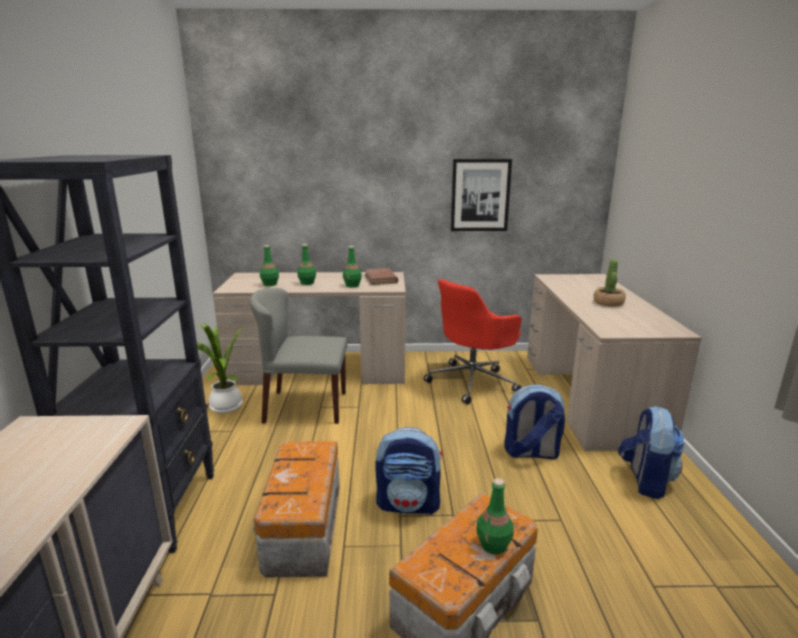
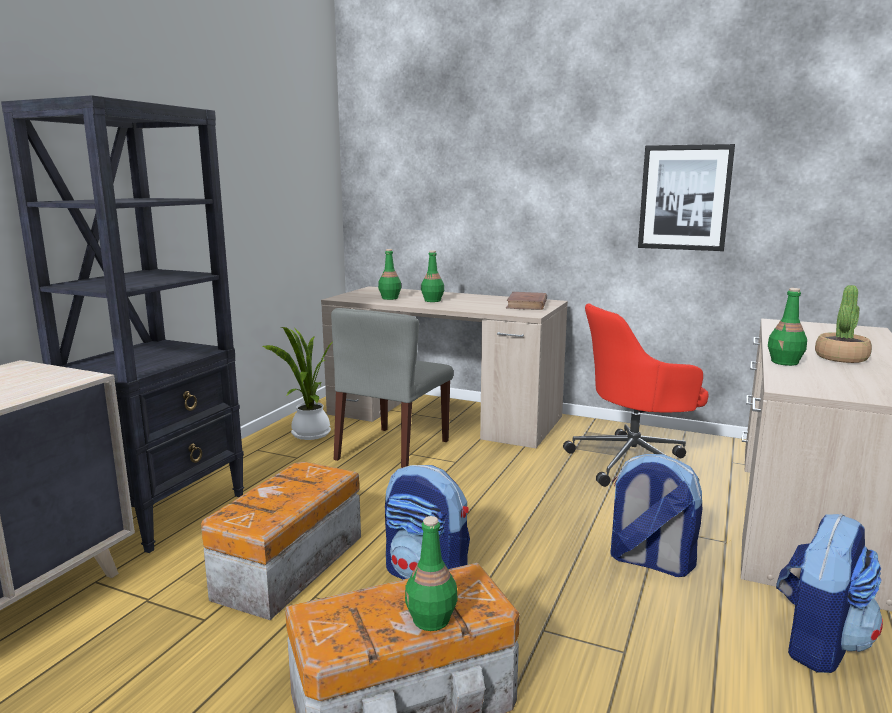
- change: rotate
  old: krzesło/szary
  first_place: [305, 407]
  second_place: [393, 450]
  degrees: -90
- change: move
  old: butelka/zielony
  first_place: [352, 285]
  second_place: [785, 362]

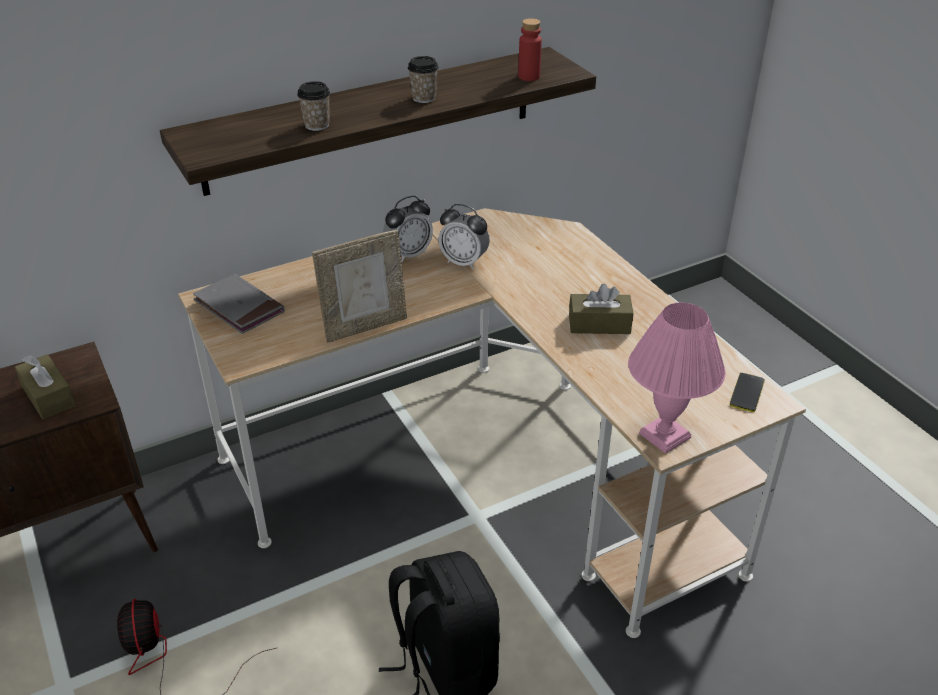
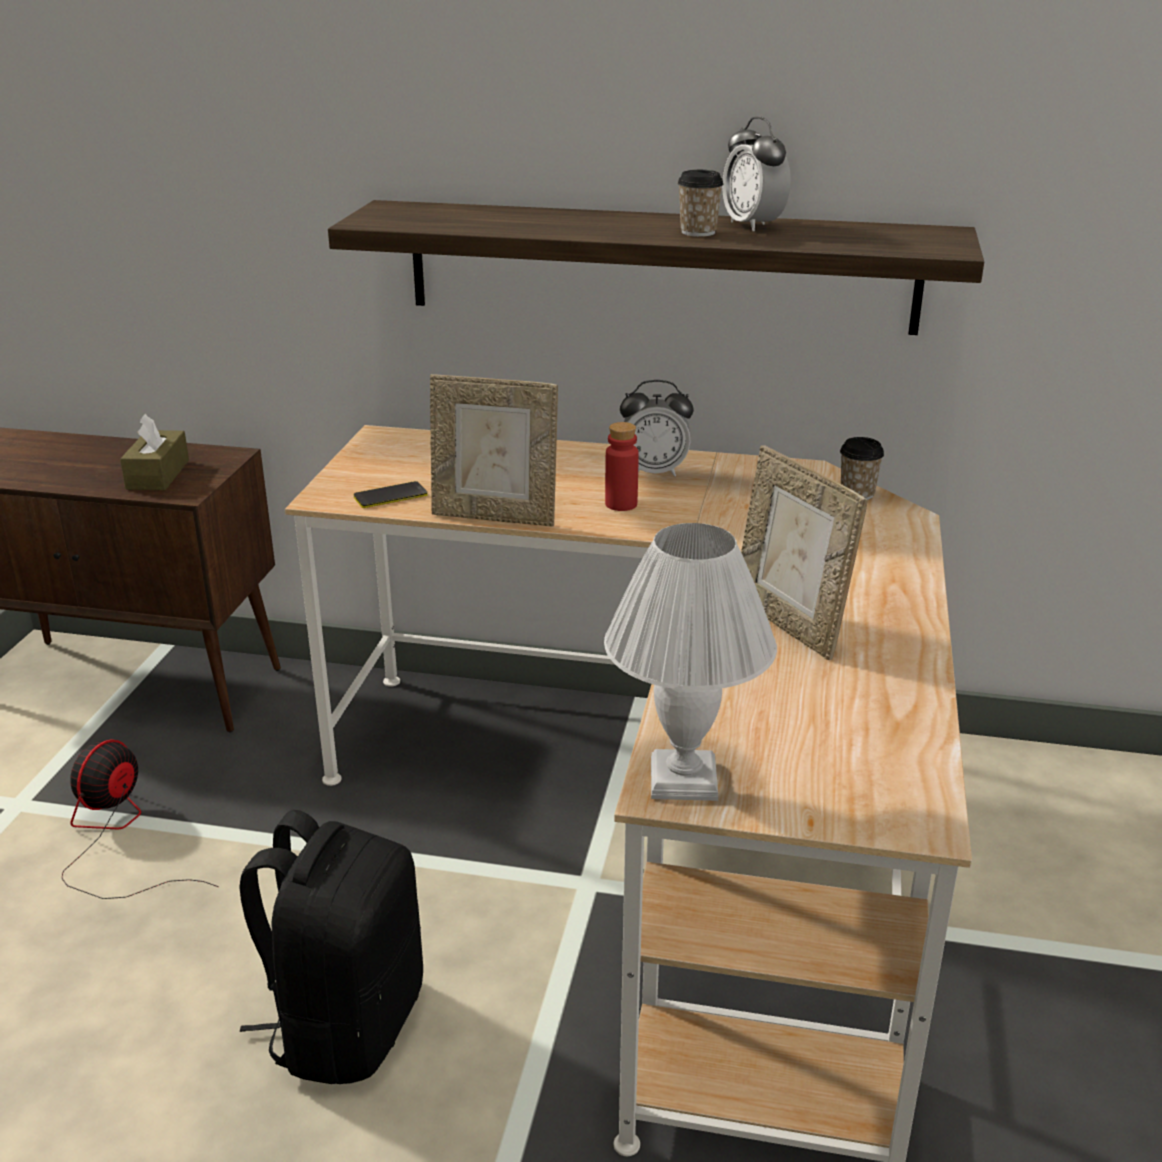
- change: delete
  old: książka/szary
  first_place: [239, 307]
- change: move
  old: filiżanka
  first_place: [317, 125]
  second_place: [857, 494]
- change: move
  old: budzik
  first_place: [464, 262]
  second_place: [753, 225]
- change: move
  old: butelka/czerwony
  first_place: [529, 76]
  second_place: [621, 504]
- change: replace
  old: pudełko chusteczek/brązowy
  new: ramka na zdjęcie
  first_place: [599, 324]
  second_place: [789, 624]
- change: recolor
  old: lampa stołowa/różowy
  new: lampa stołowa/biały
  first_place: [664, 436]
  second_place: [681, 780]
- change: move
  old: telefon
  first_place: [747, 393]
  second_place: [390, 496]

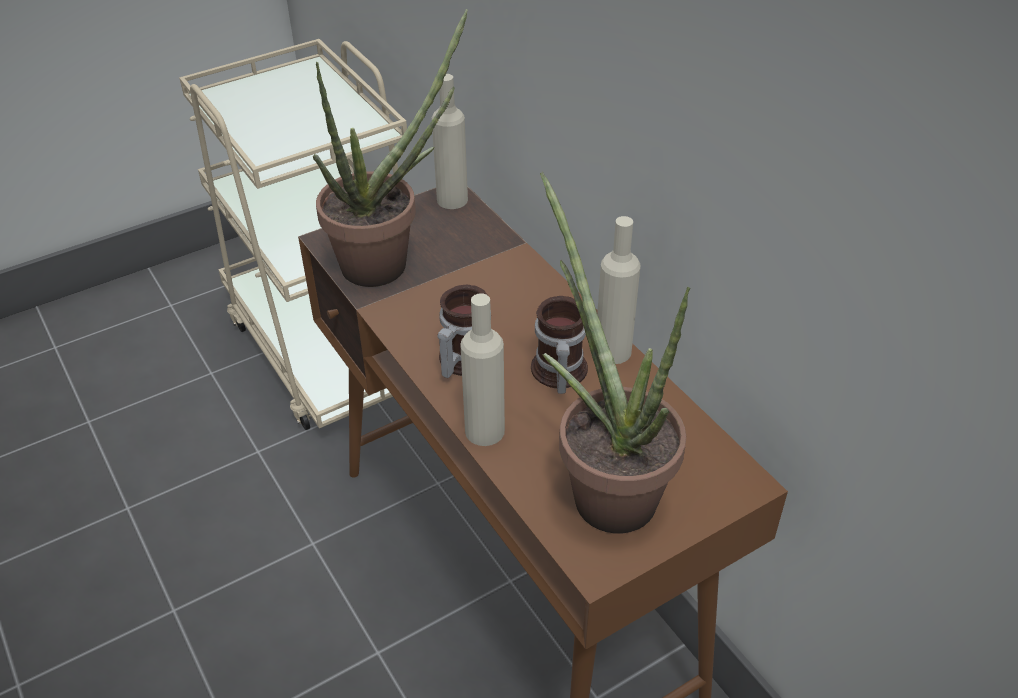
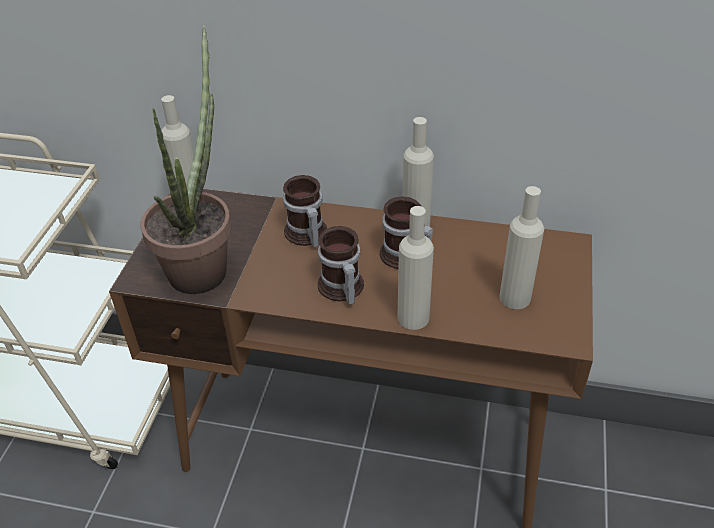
- change: replace
  old: roślina doniczkowa
  new: butelka/beżowy
  first_place: [604, 487]
  second_place: [515, 298]
- change: insert
  new: kubek
  second_place: [305, 235]

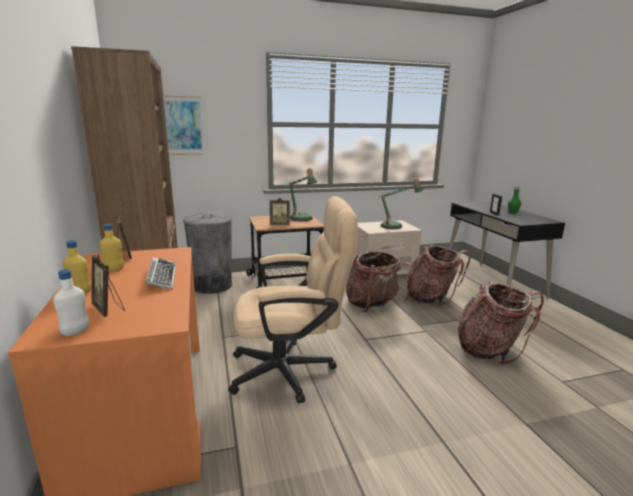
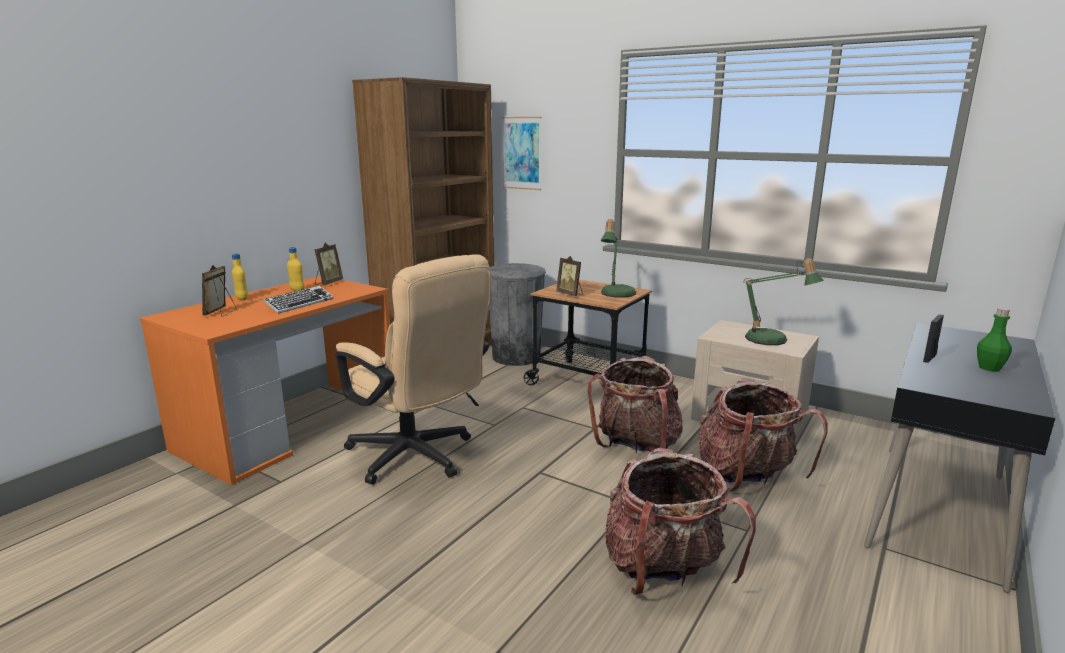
- change: delete
  old: butelka/biały
  first_place: [76, 332]

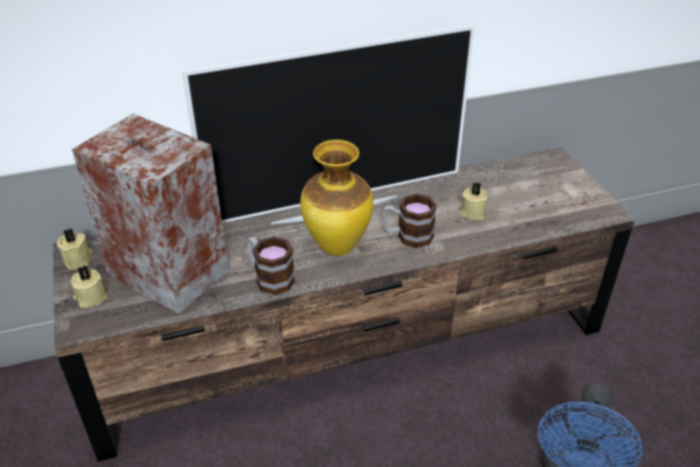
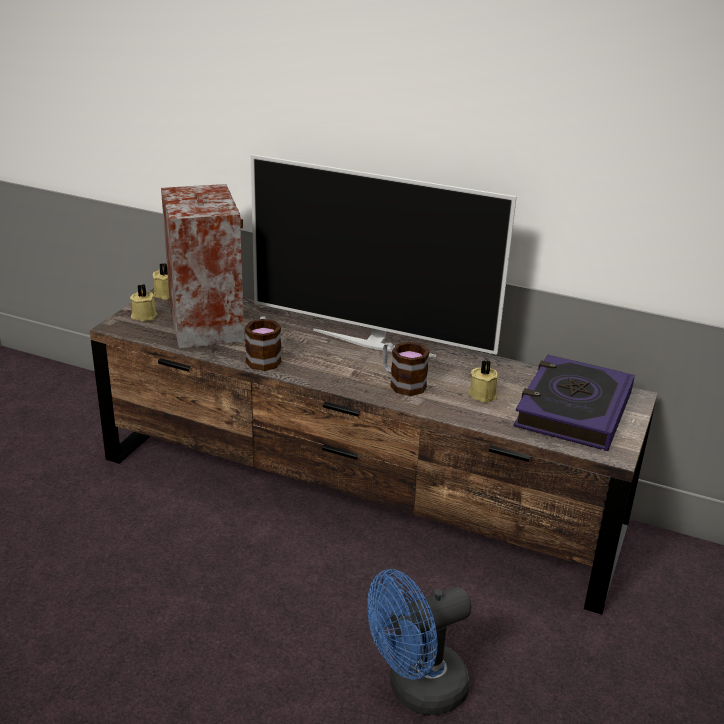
- change: delete
  old: wazon
  first_place: [336, 247]
- change: insert
  new: książka
  second_place: [573, 410]

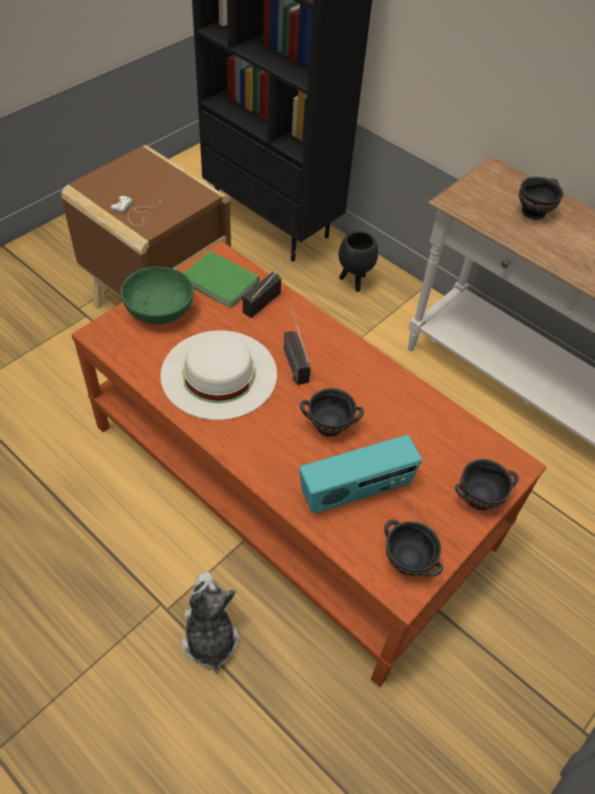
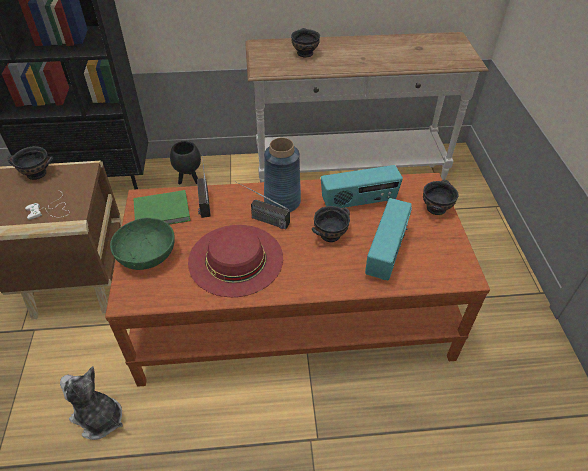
- change: recolor
  old: kapelusz/biały
  new: kapelusz/czerwony
  first_place: [219, 374]
  second_place: [235, 259]
- change: move
  old: pluszak
  first_place: [209, 637]
  second_place: [98, 418]
- change: move
  old: miska/czarny
  first_place: [407, 560]
  second_place: [36, 173]
- change: insert
  new: wazon/niebieski
  second_place: [282, 201]
- change: insert
  new: radio
  second_place: [358, 202]

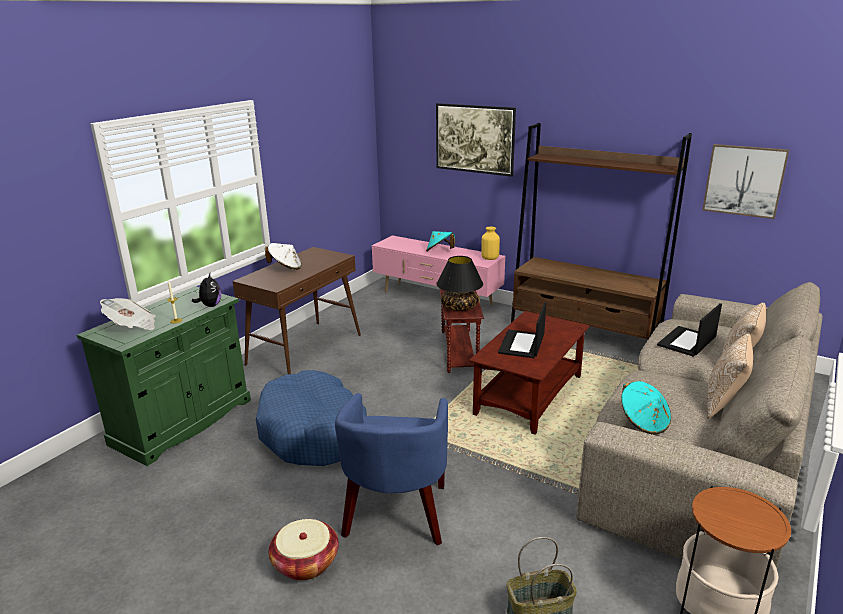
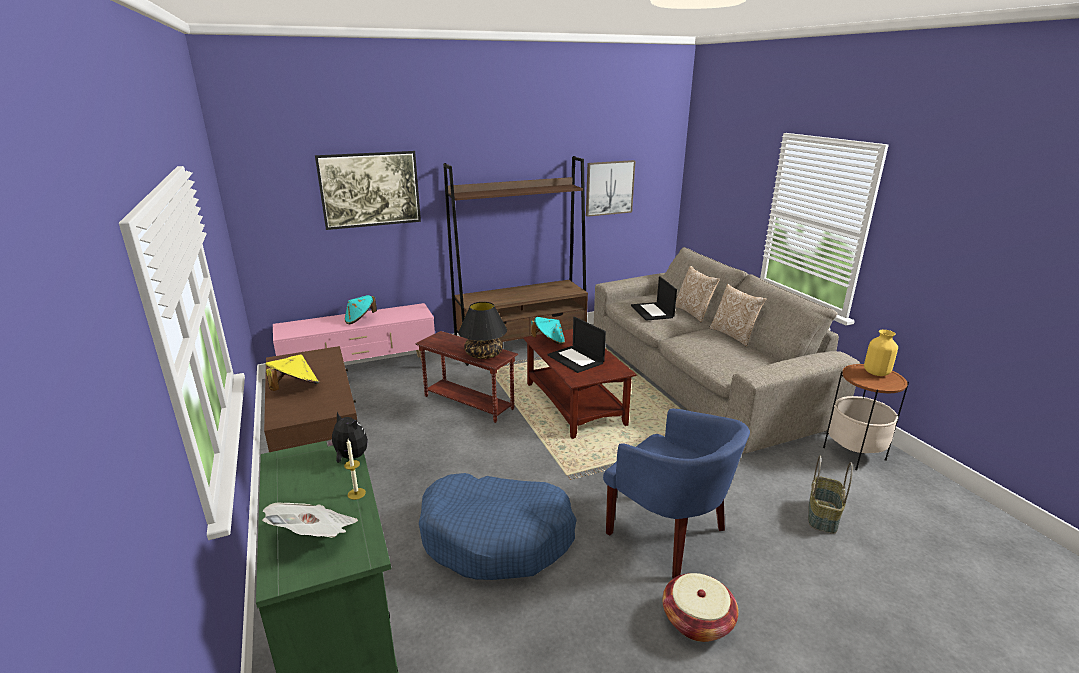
- change: recolor
  old: kapelusz/biały
  new: kapelusz/żółty
  first_place: [285, 267]
  second_place: [295, 388]
- change: move
  old: wazon/żółty
  first_place: [490, 258]
  second_place: [876, 373]
- change: move
  old: kapelusz/turkusowy
  first_place: [643, 422]
  second_place: [549, 341]

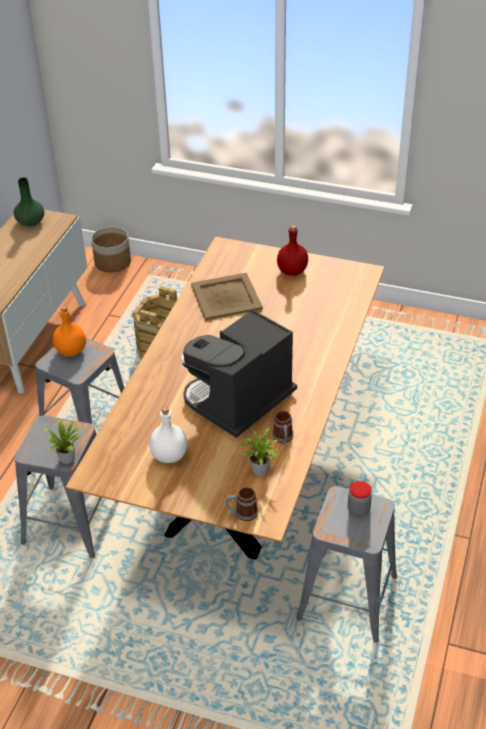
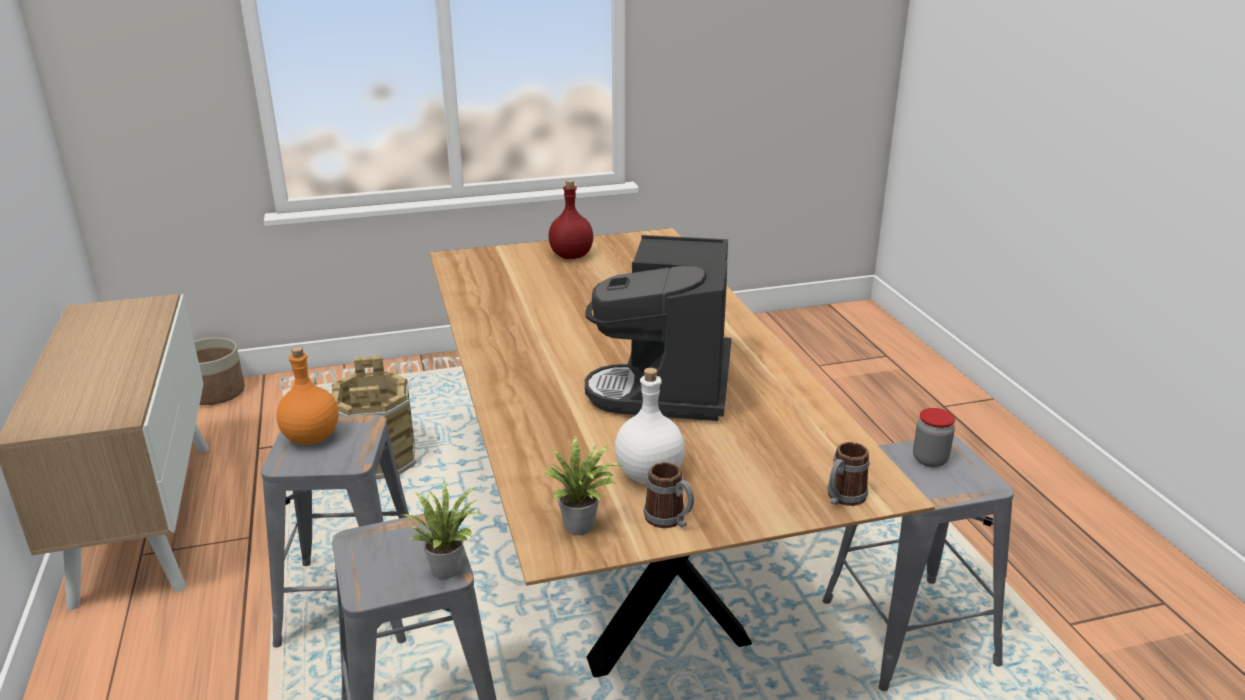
- change: delete
  old: wazon/zielony
  first_place: [30, 222]
- change: delete
  old: taca/beżowy
  first_place: [225, 296]
- change: move
  old: roślina doniczkowa
  first_place: [261, 471]
  second_place: [583, 527]
- change: move
  old: kubek
  first_place: [283, 439]
  second_place: [670, 520]

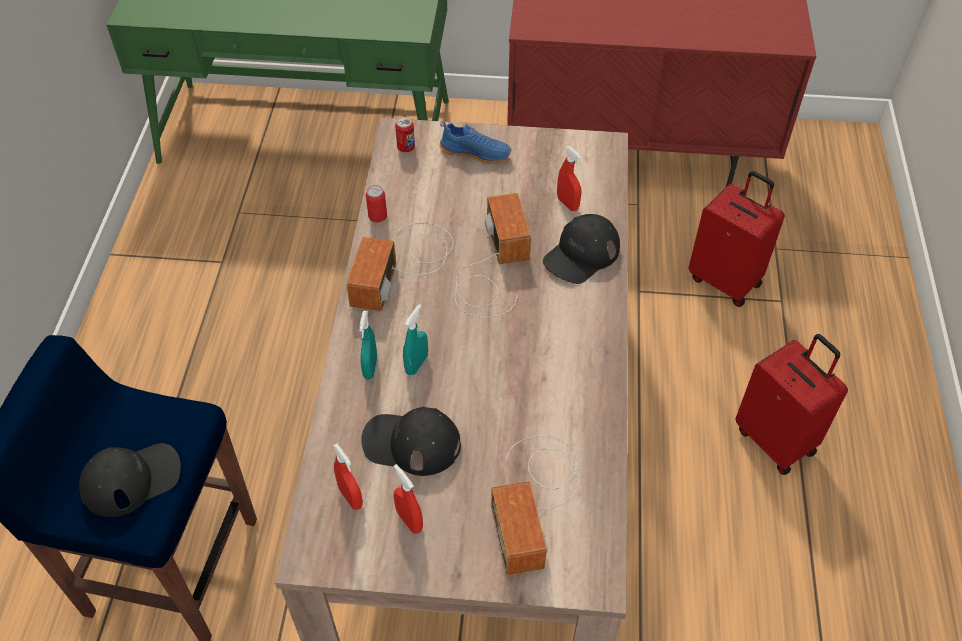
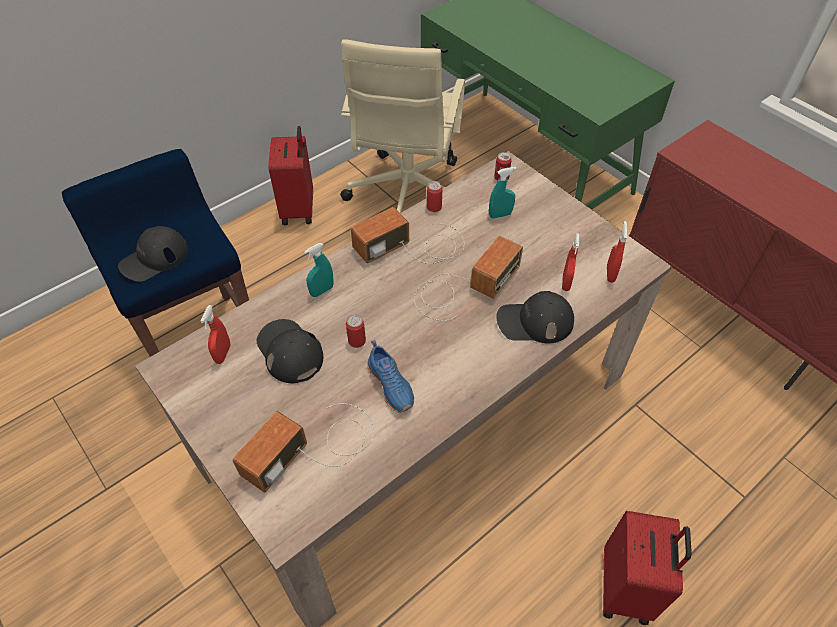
- change: rotate
  old: czapka z daszkiem/czarny
  first_place: [132, 479]
  second_place: [154, 258]
  degrees: 120
- change: move
  old: spryskiwacz/czerwony
  first_place: [409, 520]
  second_place: [610, 274]
- change: move
  old: spryskiwacz/turkusowy
  first_place: [416, 364]
  second_place: [500, 215]
- change: move
  old: but/niebieski
  first_place: [475, 152]
  second_place: [391, 385]
- change: move
  old: walizka/czerwony
  first_place: [725, 280]
  second_place: [299, 210]
- change: insert
  new: krzesło biurowe/beżowy
  second_place: [407, 196]
- change: insert
  new: puszka
  second_place: [357, 341]

